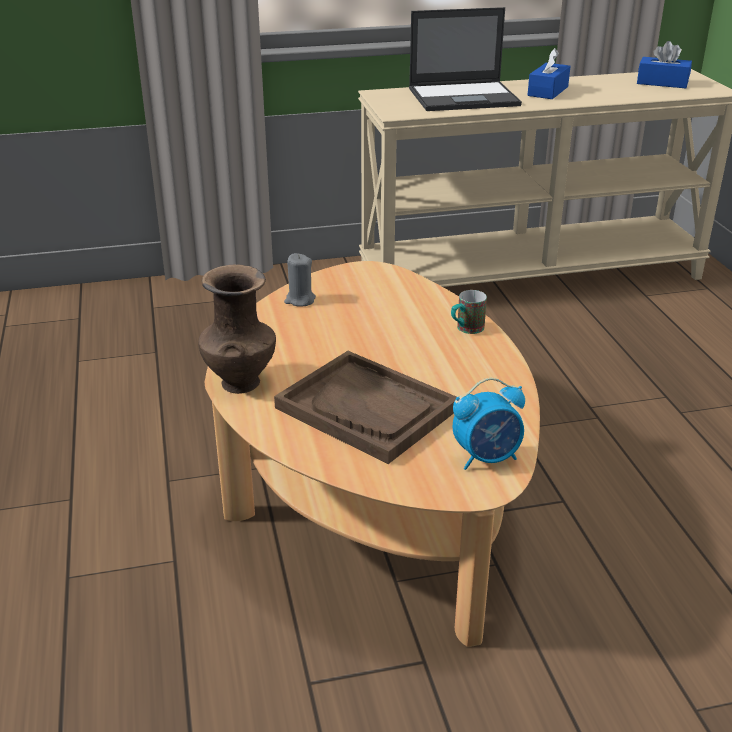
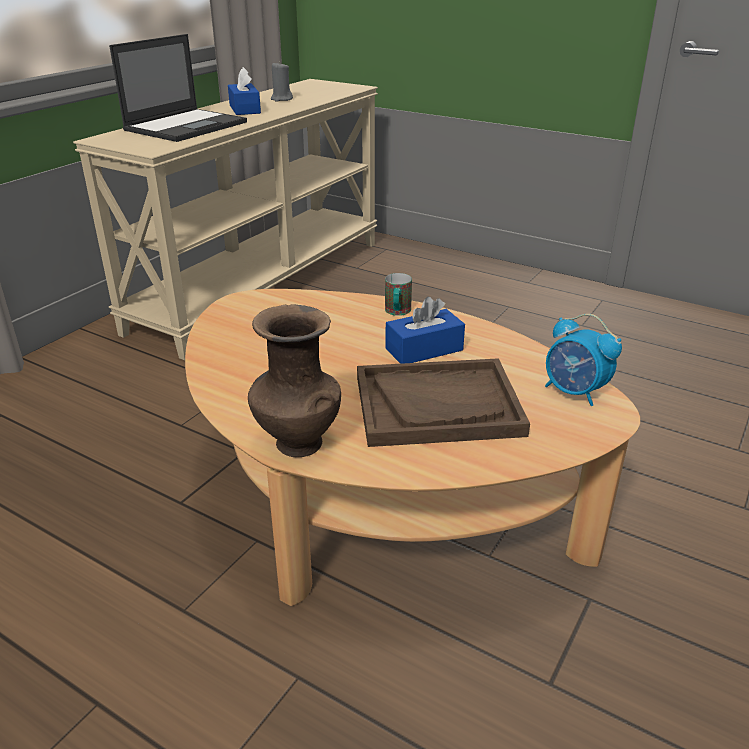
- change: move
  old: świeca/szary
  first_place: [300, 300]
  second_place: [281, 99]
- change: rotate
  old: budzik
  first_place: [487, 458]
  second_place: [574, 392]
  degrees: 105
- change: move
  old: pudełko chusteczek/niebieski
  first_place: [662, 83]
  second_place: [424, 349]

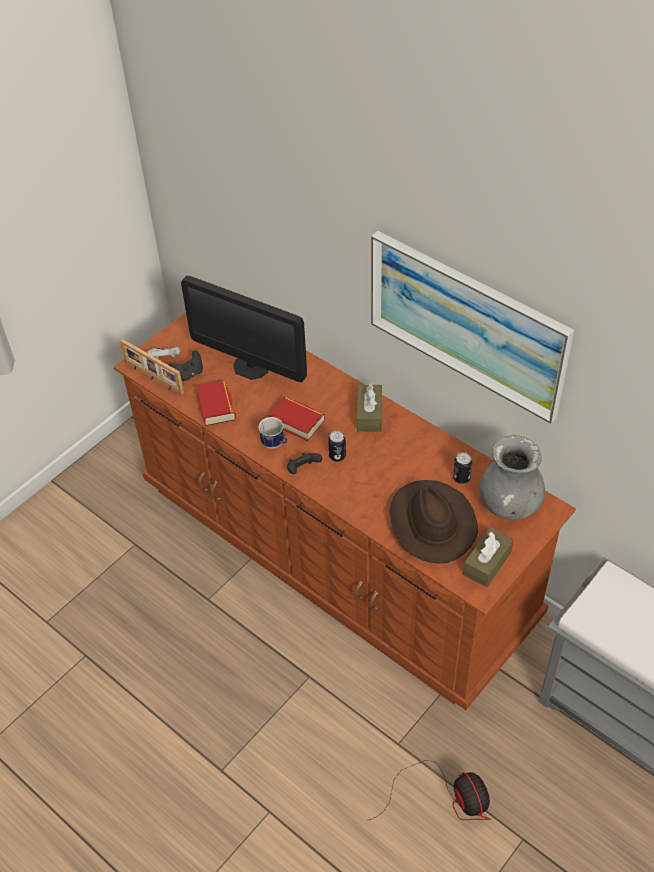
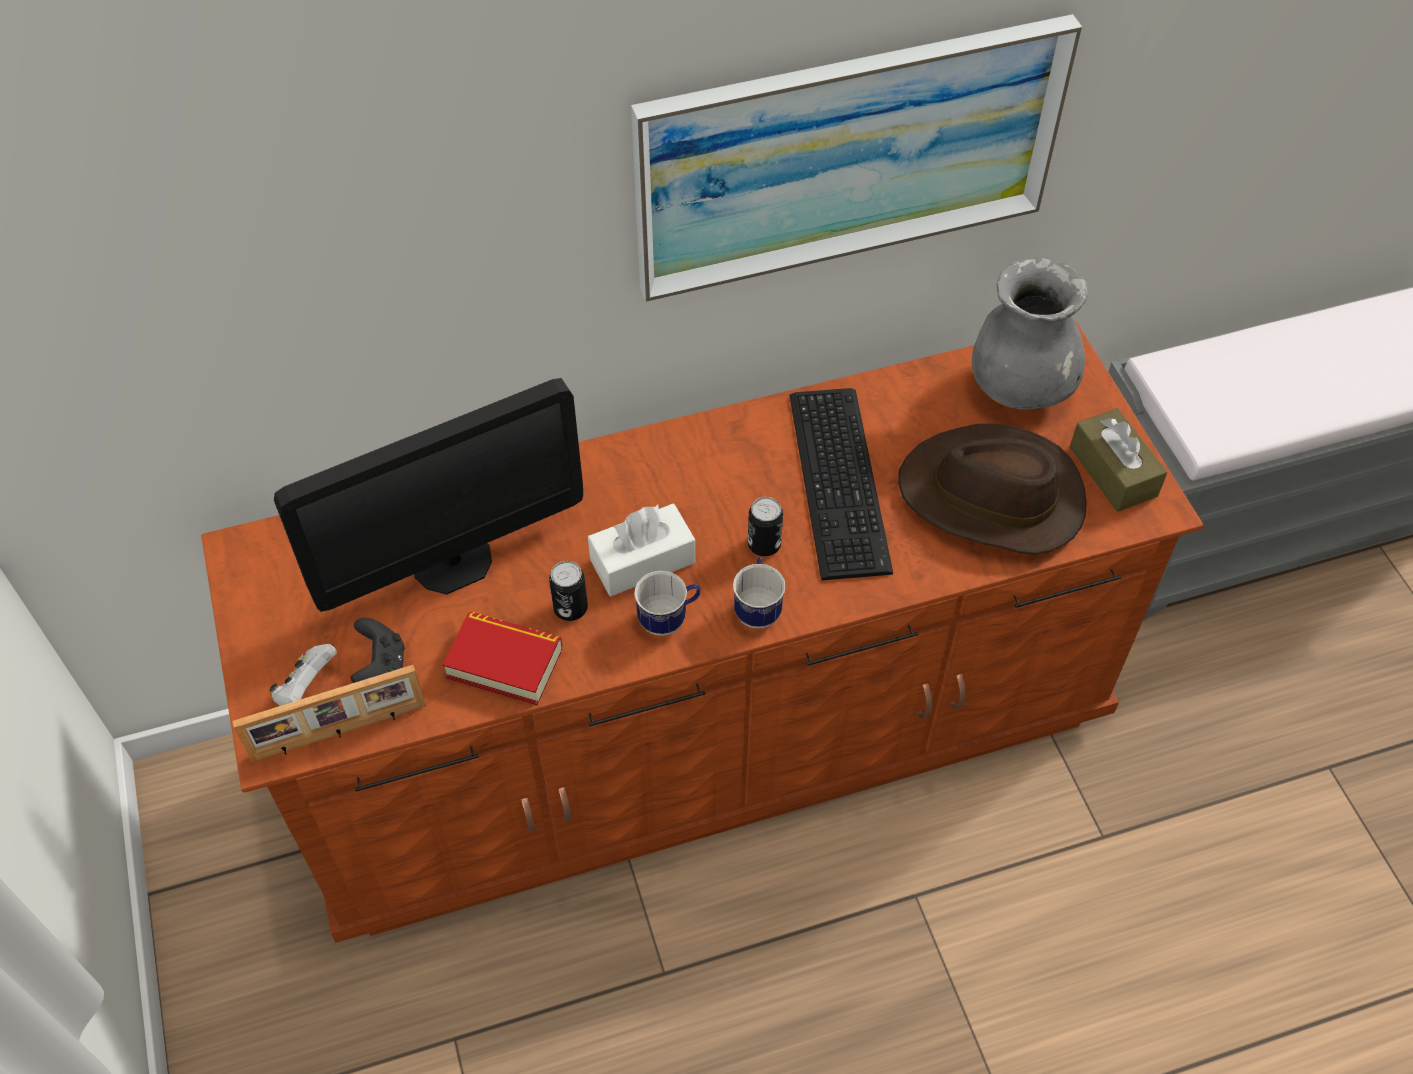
- change: replace
  old: książka
  new: pudełko chusteczek/biały
  first_place: [297, 422]
  second_place: [642, 561]
- change: replace
  old: pad do gier/czarny
  new: kubek
  first_place: [303, 469]
  second_place: [757, 607]
- change: delete
  old: pudełko chusteczek/brązowy
  first_place: [369, 414]
- change: delete
  old: wentylator
  first_place: [447, 798]
- change: move
  old: puszka
  first_place: [461, 478]
  second_place: [570, 608]
- change: insert
  new: klawiatura
  second_place: [842, 479]

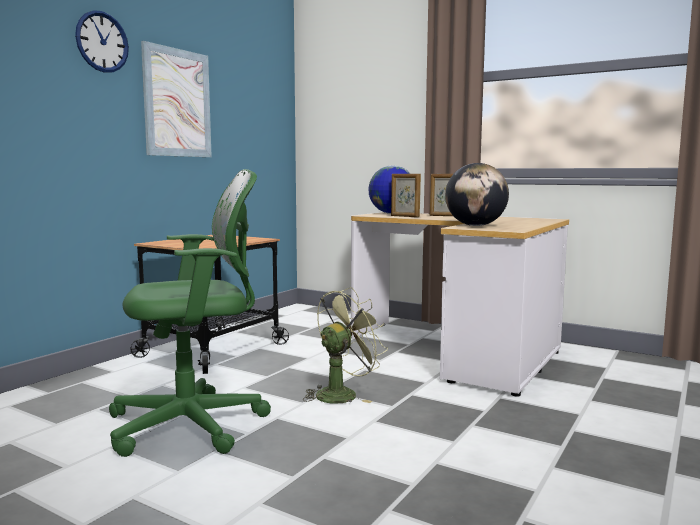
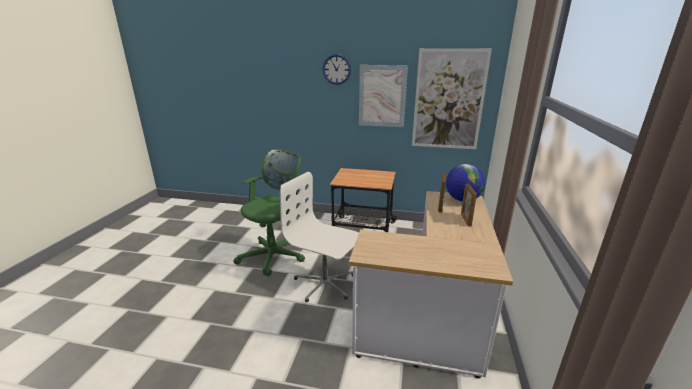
- change: rotate
  old: krzesło biurowe/zielony
  first_place: [195, 424]
  second_place: [275, 255]
  degrees: -105
- change: replace
  old: wentylator/zielony
  new: krzesło biurowe/biały
  first_place: [342, 394]
  second_place: [325, 283]
- change: delete
  old: globus
  first_place: [475, 226]
- change: insert
  new: obraz
  second_place: [448, 100]

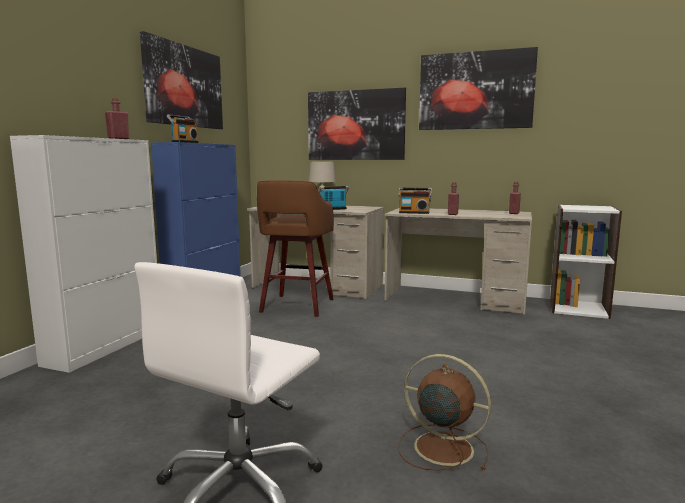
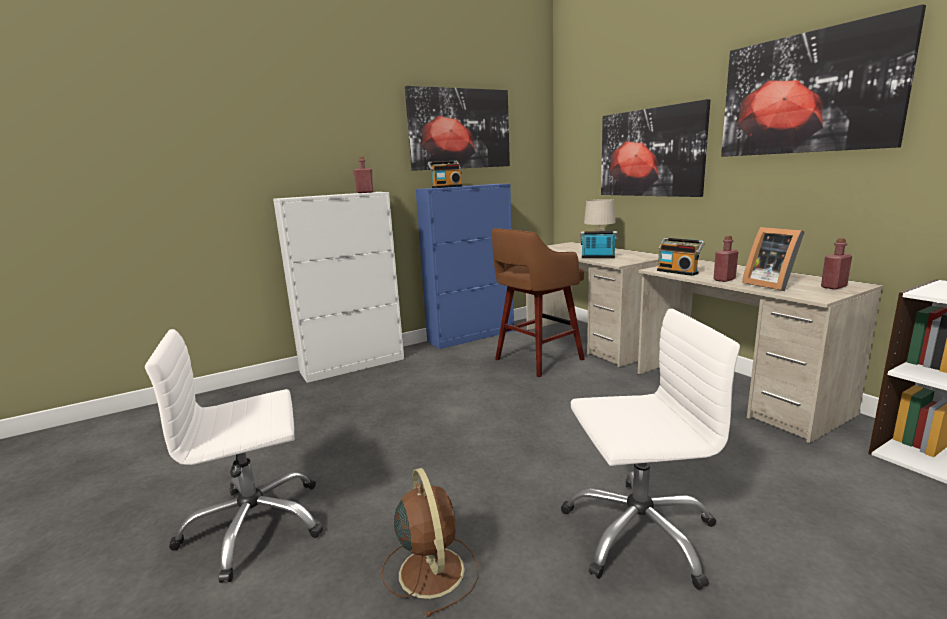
- change: insert
  new: krzesło biurowe/biały
  second_place: [638, 532]
- change: insert
  new: ramka na zdjęcie
  second_place: [770, 285]

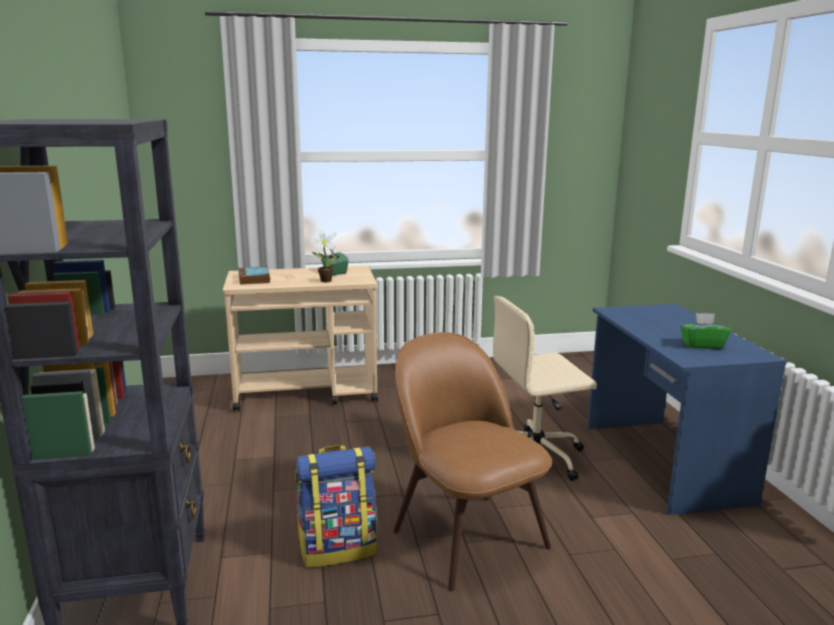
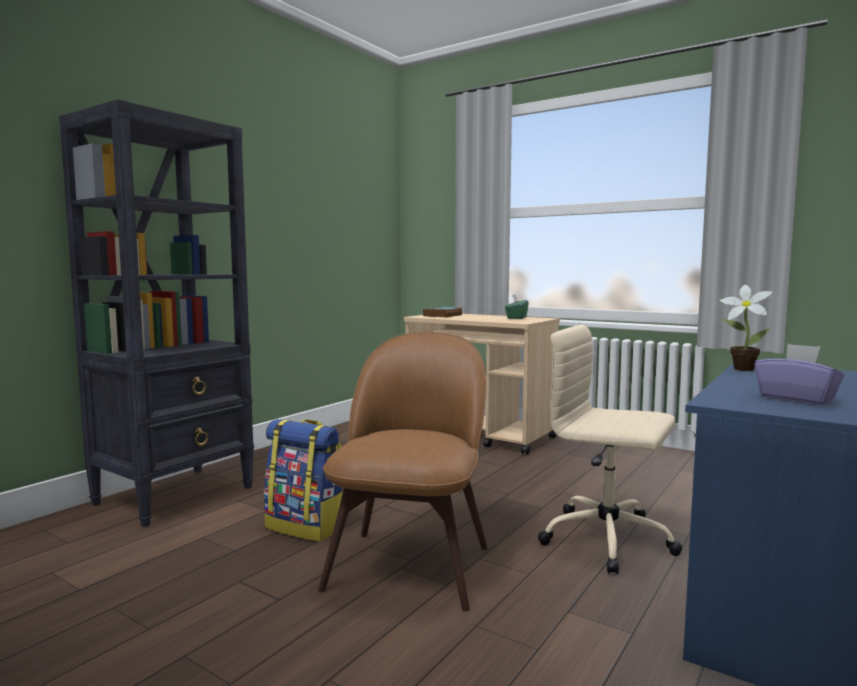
- change: move
  old: roślina doniczkowa
  first_place: [324, 280]
  second_place: [740, 369]
- change: recolor
  old: pudełko chusteczek/zielony
  new: pudełko chusteczek/fioletowy
  first_place: [702, 345]
  second_place: [796, 399]

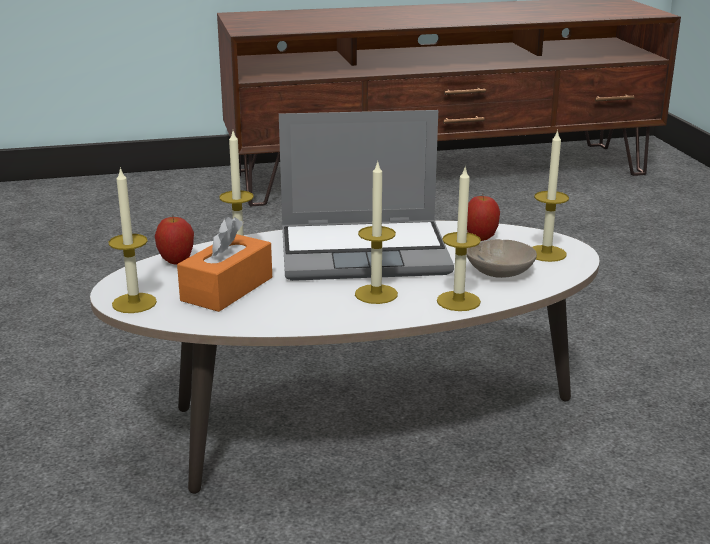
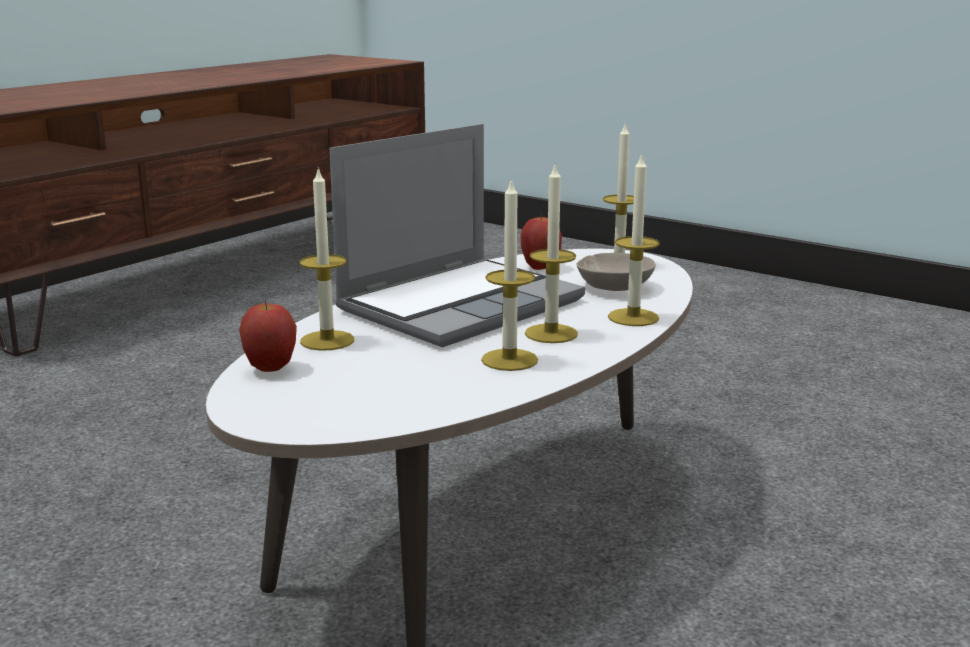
- change: move
  old: świeca
  first_place: [134, 303]
  second_place: [509, 360]
- change: delete
  old: pudełko chusteczek/pomarańczowy
  first_place: [227, 289]

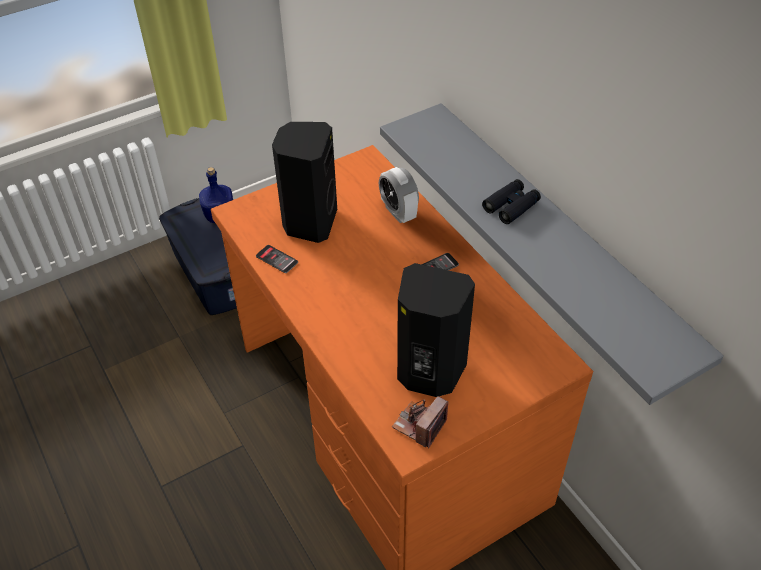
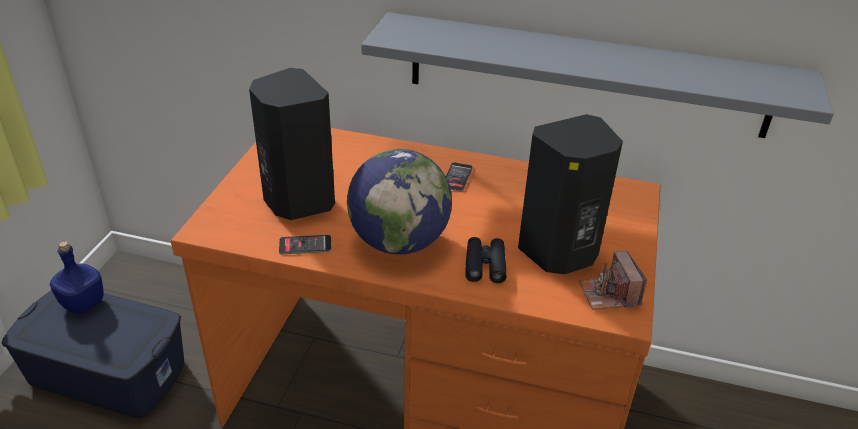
- change: delete
  old: budzik
  first_place: [398, 212]
- change: move
  old: lornetka/czarny
  first_place: [511, 206]
  second_place: [485, 265]
- change: insert
  new: globus
  second_place: [399, 242]

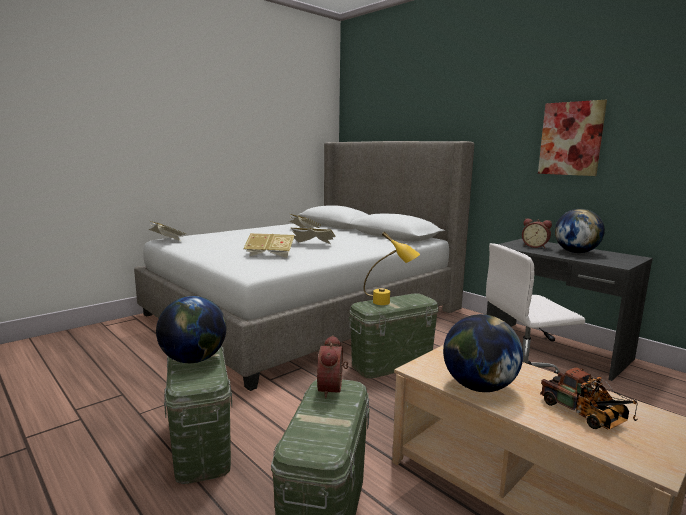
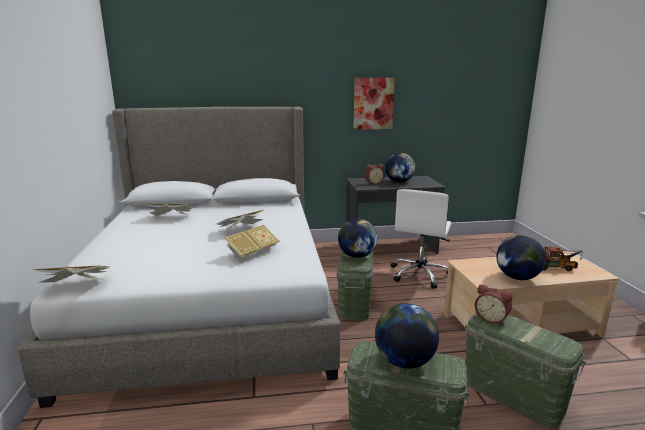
- change: replace
  old: lampa stołowa/żółty
  new: globus
  first_place: [389, 303]
  second_place: [356, 256]

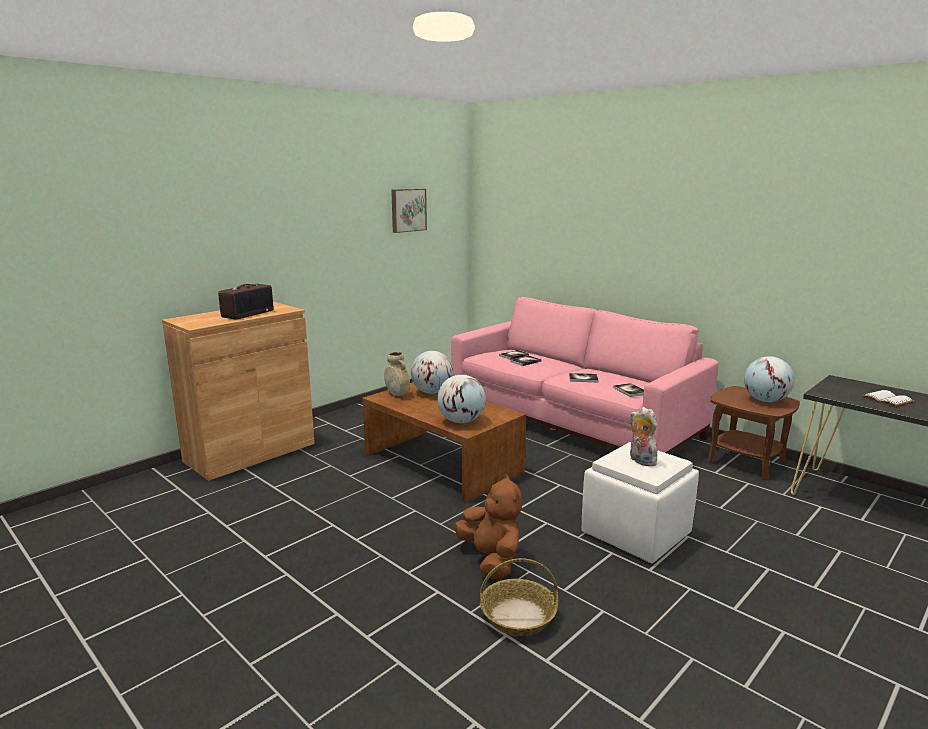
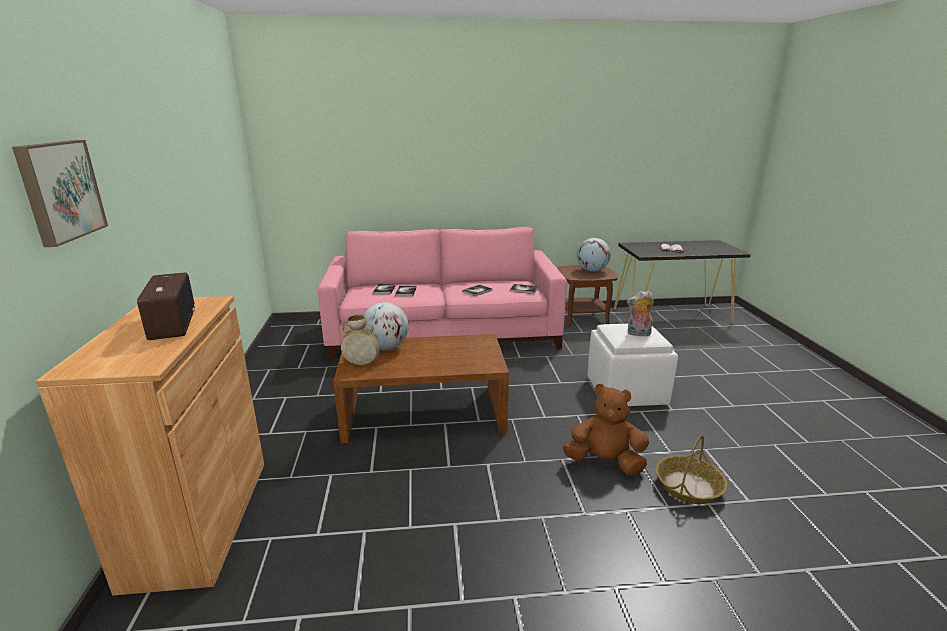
- change: move
  old: obraz
  first_place: [407, 210]
  second_place: [59, 191]
- change: delete
  old: globus
  first_place: [461, 421]

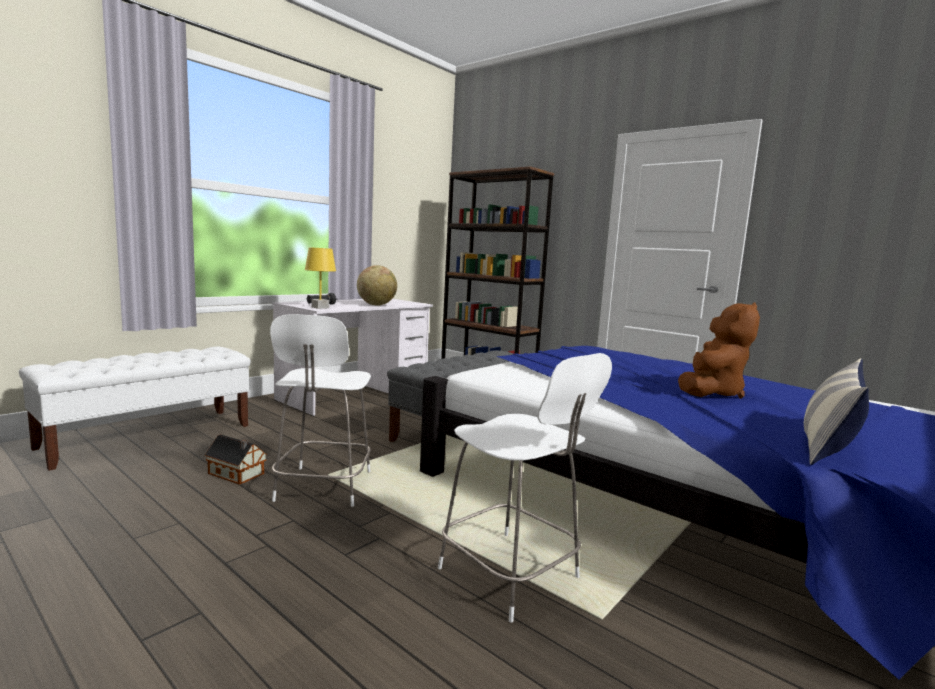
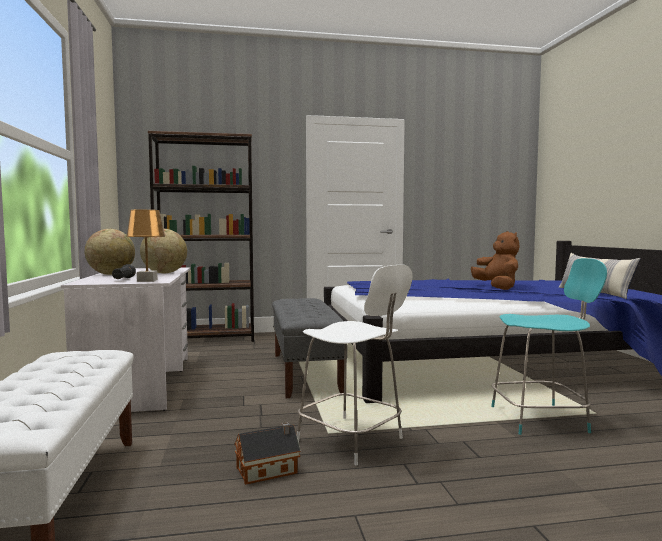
- change: recolor
  old: lampa stołowa/żółty
  new: lampa stołowa/brązowy
  first_place: [320, 307]
  second_place: [147, 280]
- change: recolor
  old: stołek/biały
  new: stołek/turkusowy
  first_place: [512, 576]
  second_place: [541, 419]
- change: insert
  new: globus
  second_place: [111, 274]

